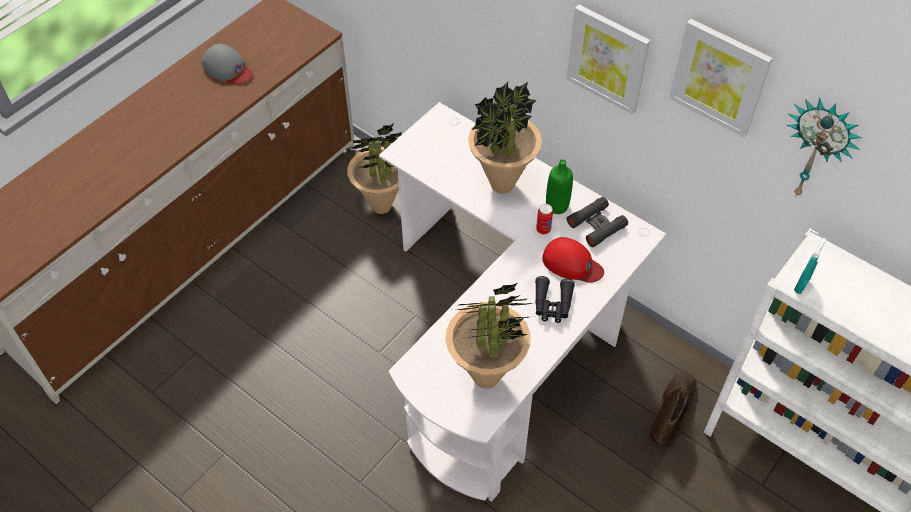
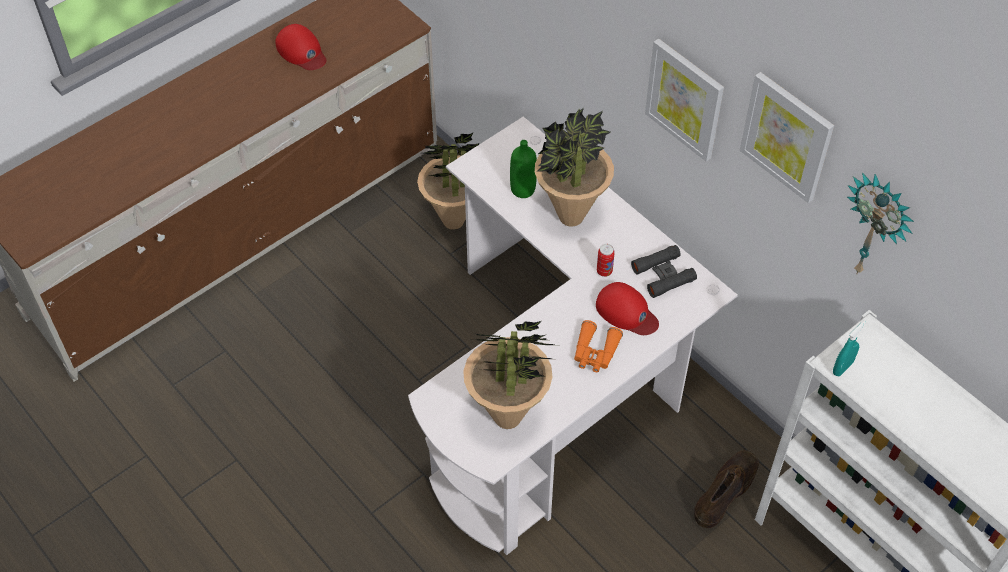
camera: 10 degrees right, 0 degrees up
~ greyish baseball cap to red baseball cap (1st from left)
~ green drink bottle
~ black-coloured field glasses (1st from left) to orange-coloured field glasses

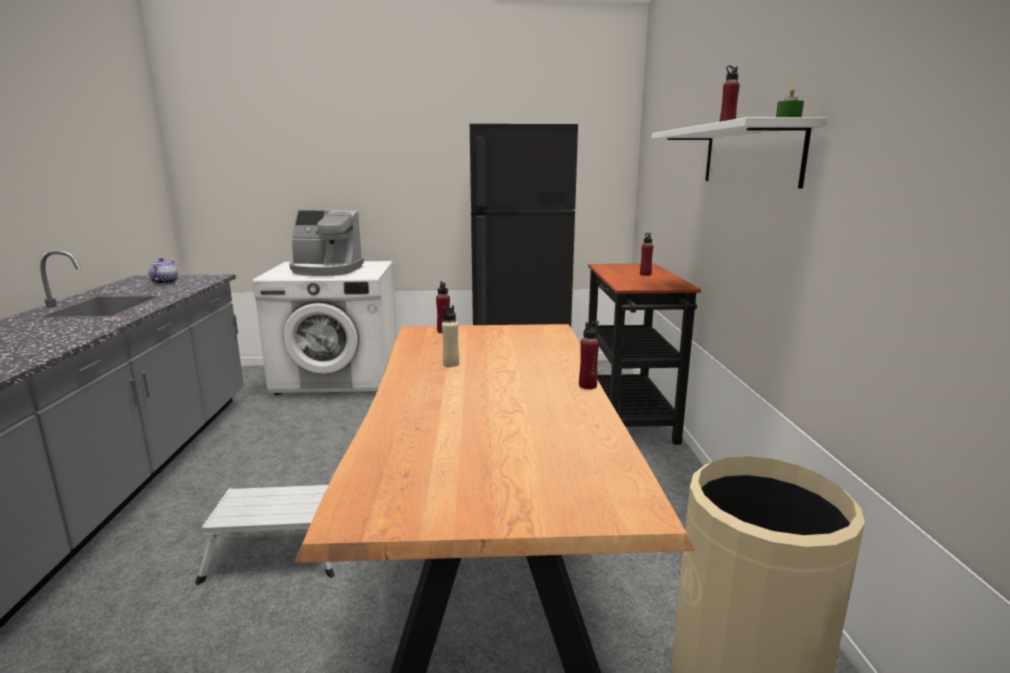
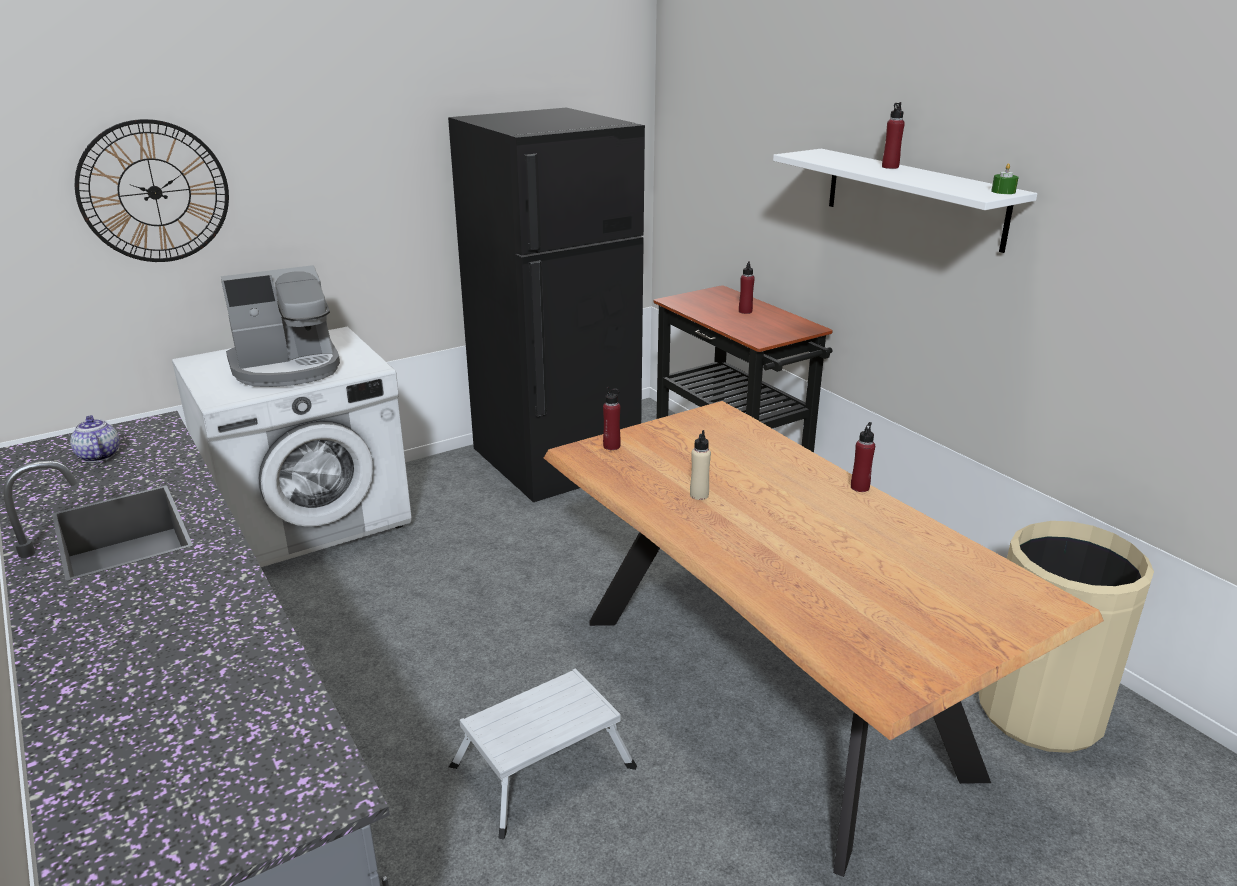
camera: 30 degrees left, 10 degrees up
+ clock on the wall

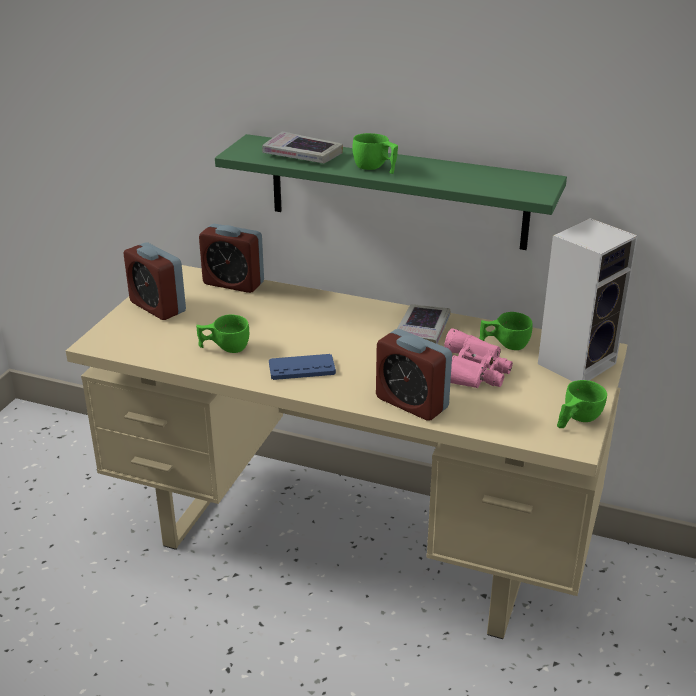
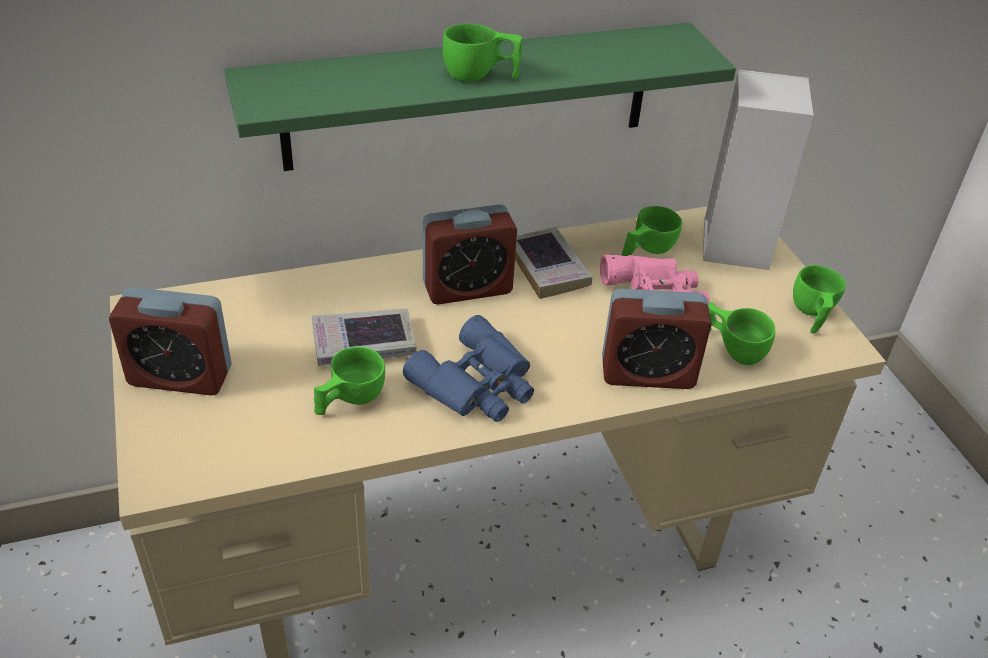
camera: 40 degrees left, 10 degrees up
~ book (1st from left)
~ bedside clock (2nd from left)
~ blue gamepad to blue field glasses
+ green cup (4th from left)

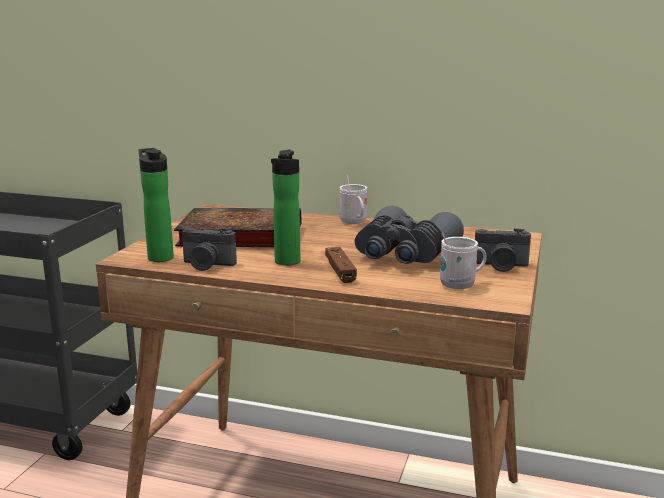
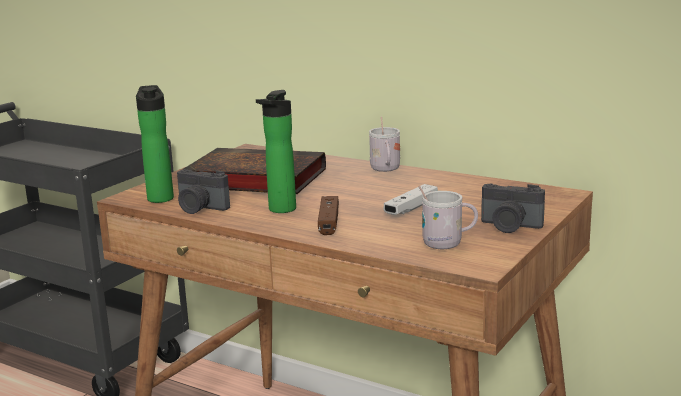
camera: 15 degrees right, 0 degrees up
~ greyish field glasses to whitish gamepad

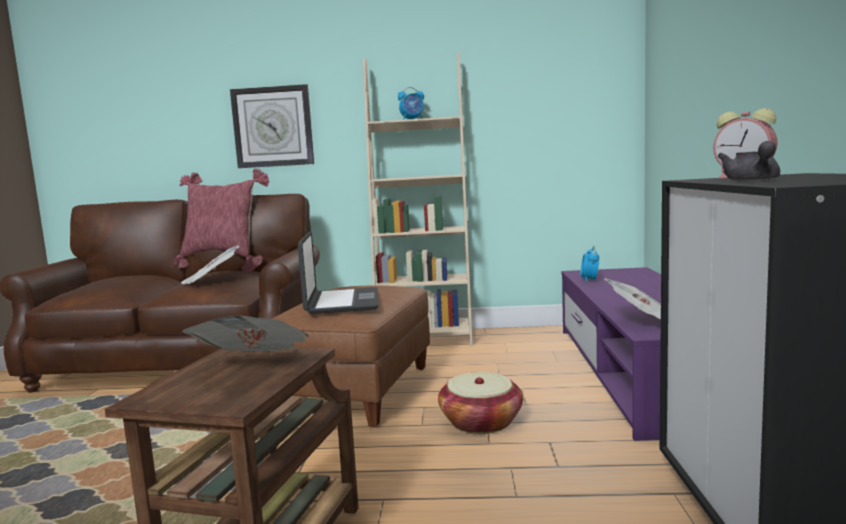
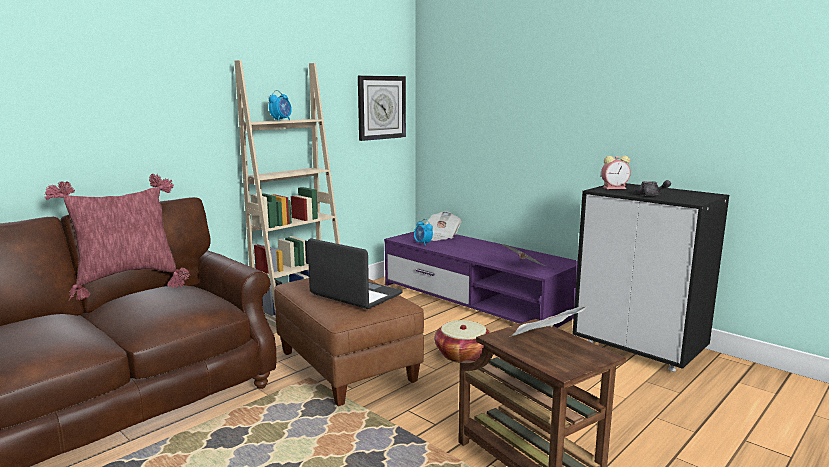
camera: 50 degrees left, 5 degrees up
~ clock on the wall
~ printed paper (1st from left)

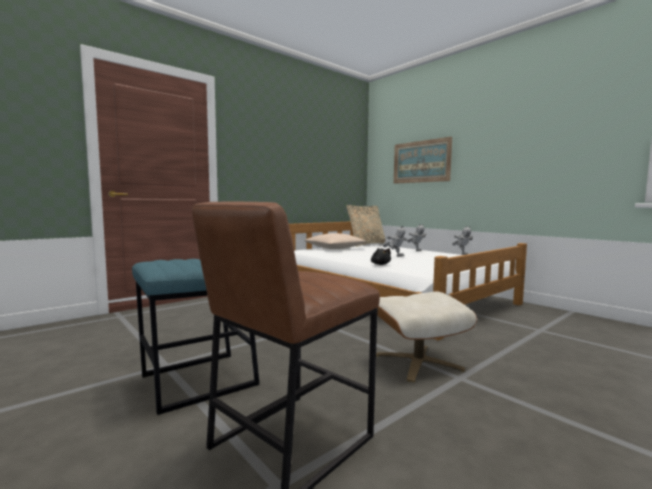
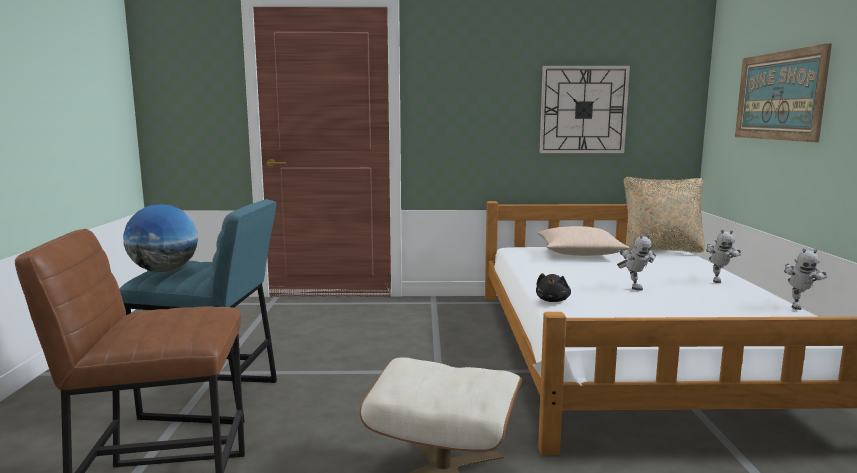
camera: 40 degrees right, 5 degrees up
+ clock on the wall
+ desk globe

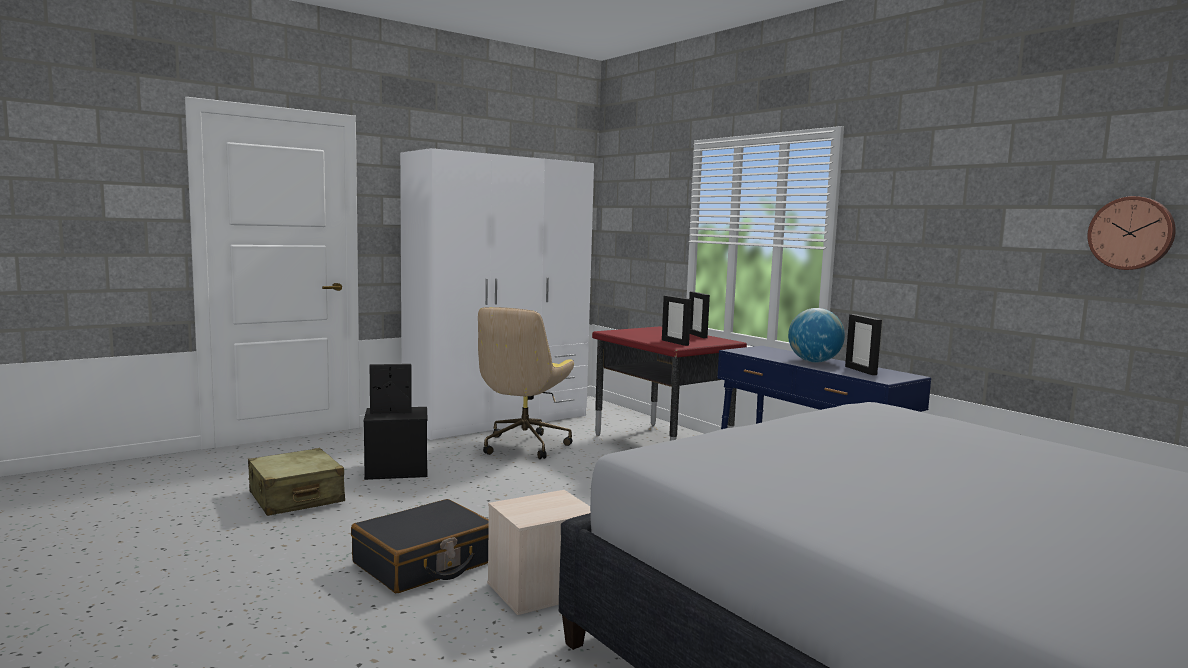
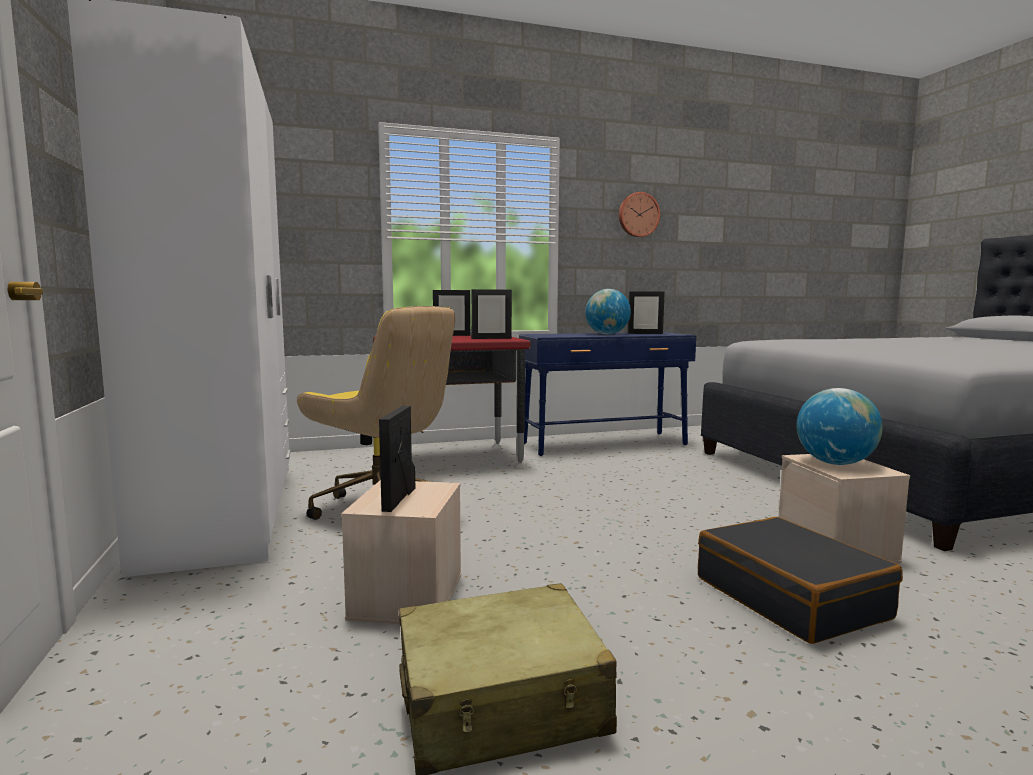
camera: 70 degrees left, 0 degrees up
~ clock on the wall
~ black-coloured storage box to beige-coloured storage box (1st from left)
+ desk globe (2nd from left)

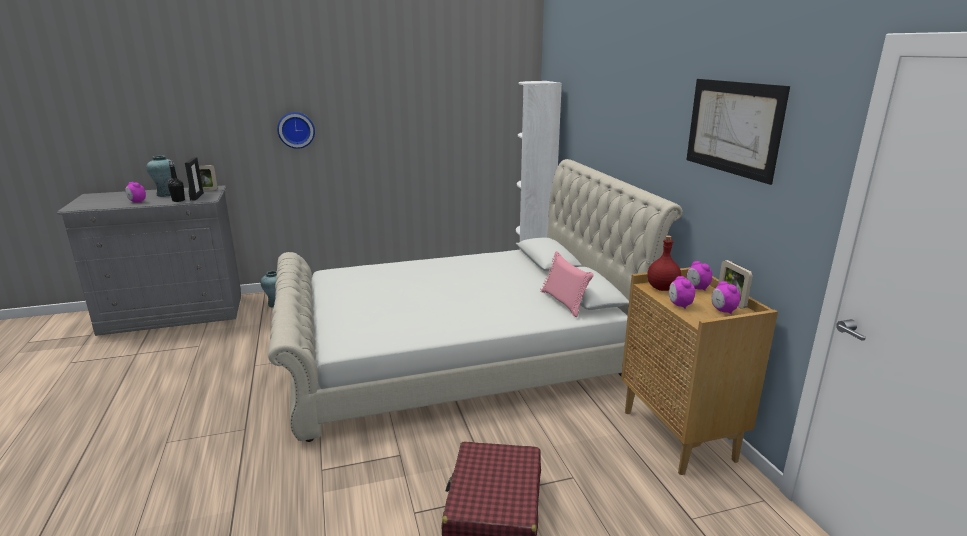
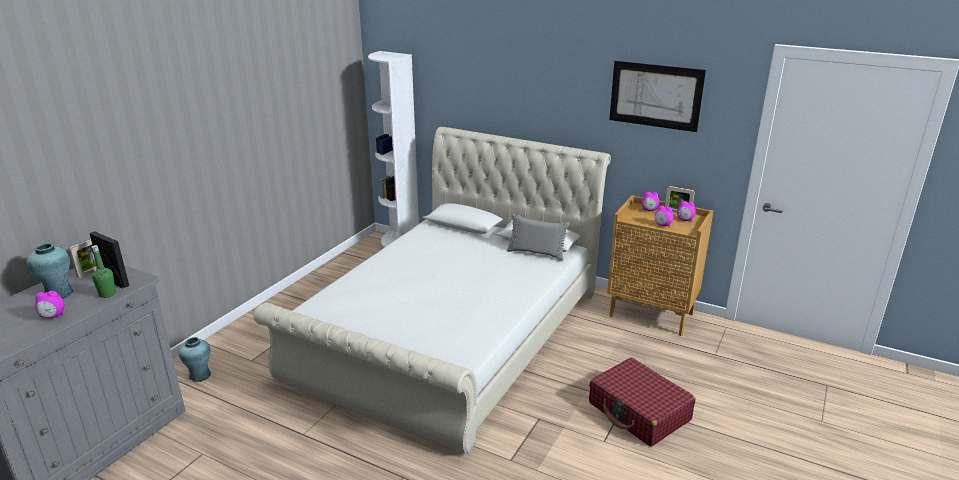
camera: 45 degrees left, 5 degrees up
- clock on the wall
~ black-coloured drink bottle to green drink bottle
- red drink bottle
~ pink pillow to greyish pillow

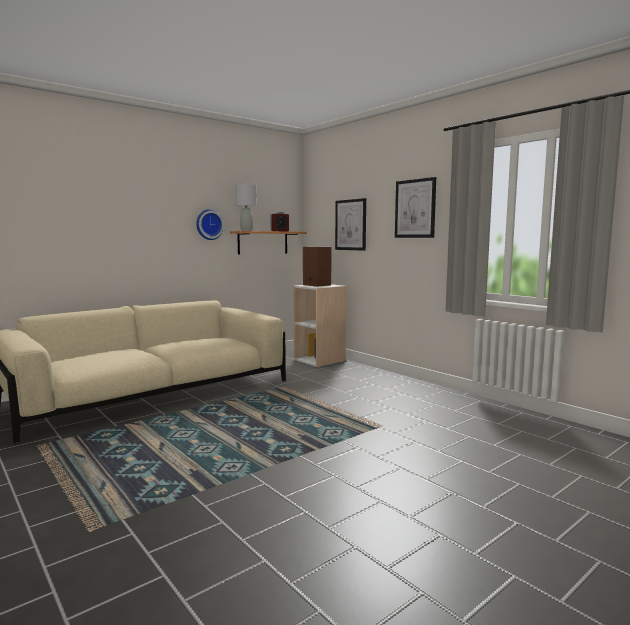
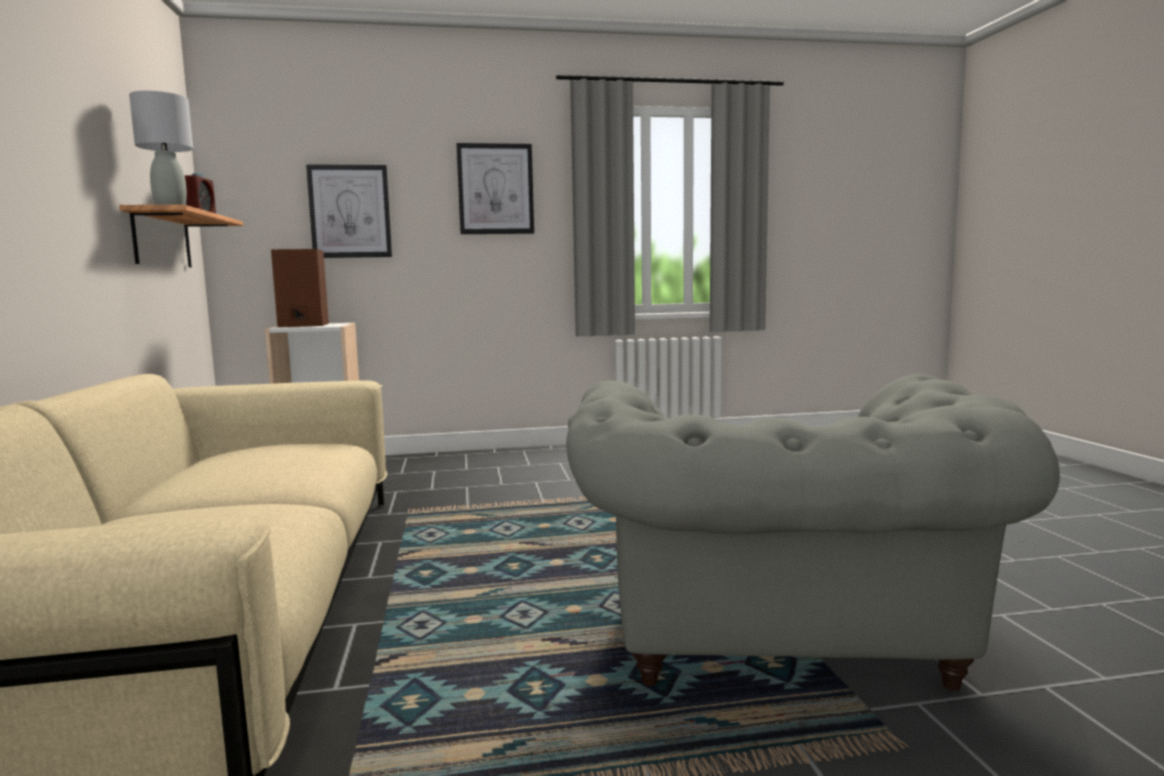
camera: 60 degrees left, 0 degrees up
- clock on the wall
+ greyish easy chair

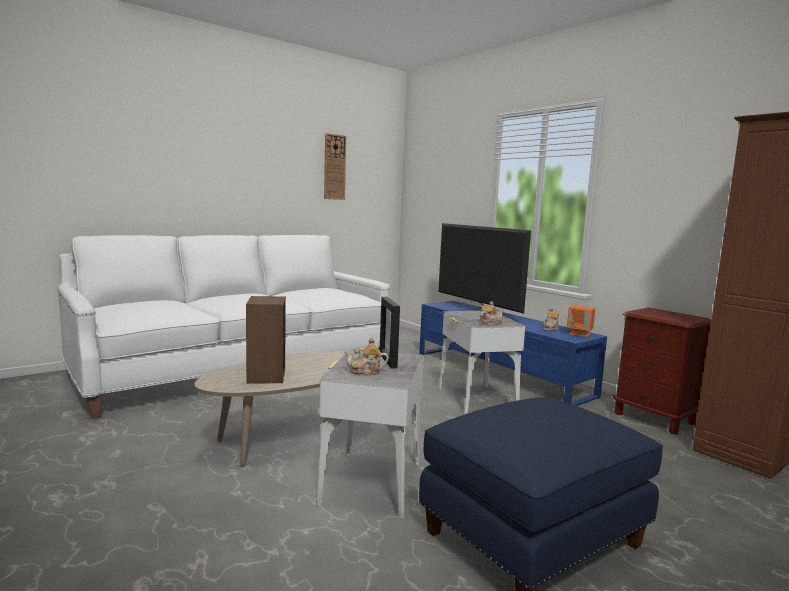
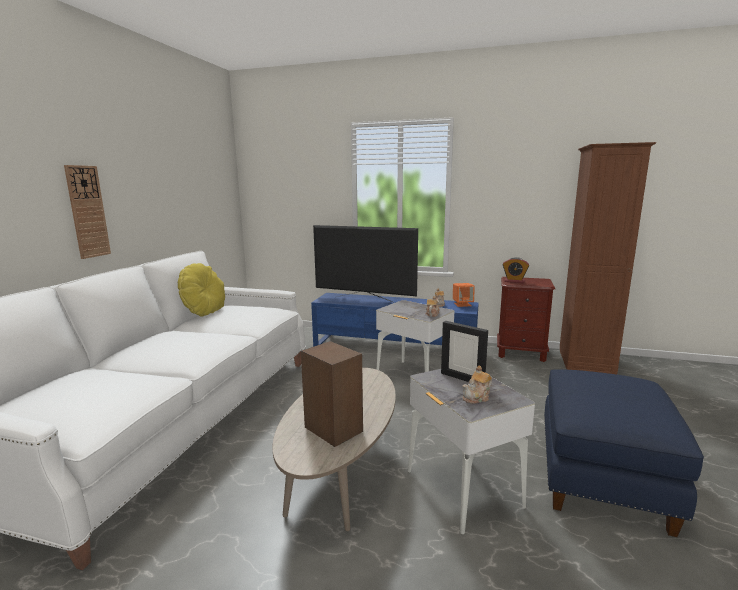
camera: 35 degrees left, 5 degrees up
~ clock on the wall
+ bedside clock
+ yellow pillow

